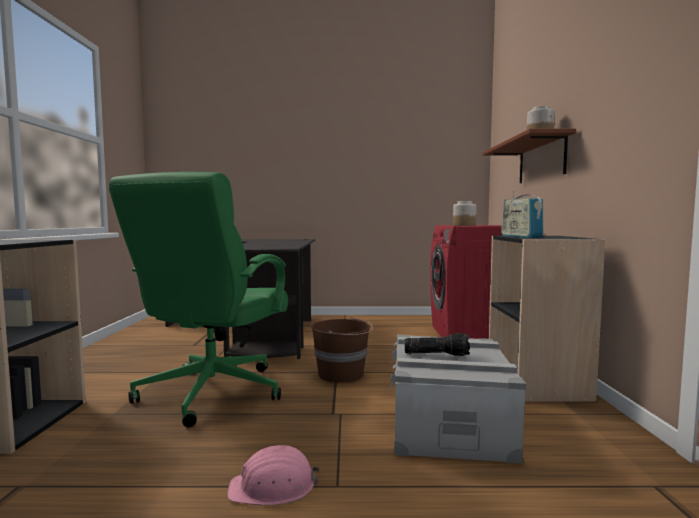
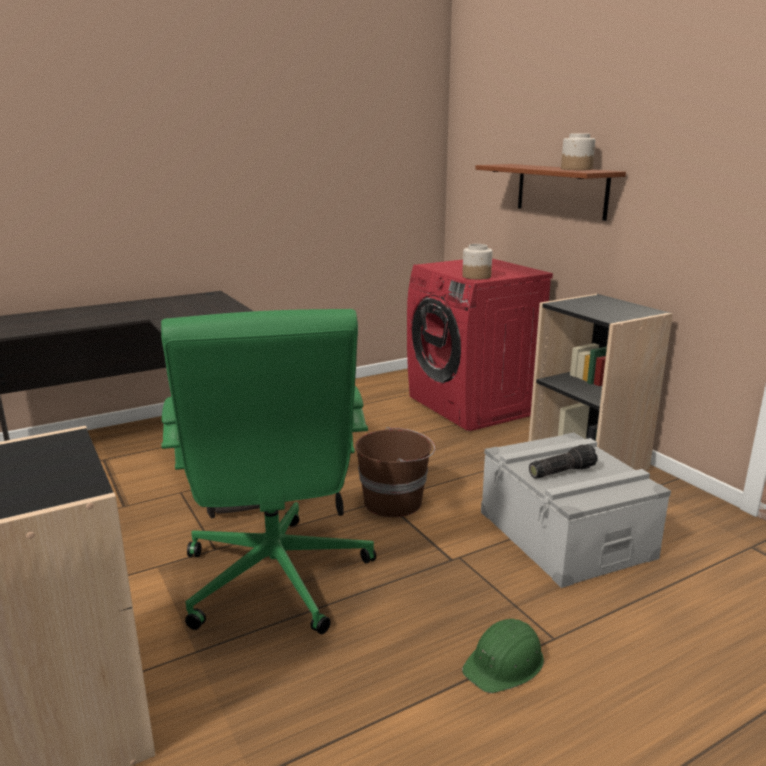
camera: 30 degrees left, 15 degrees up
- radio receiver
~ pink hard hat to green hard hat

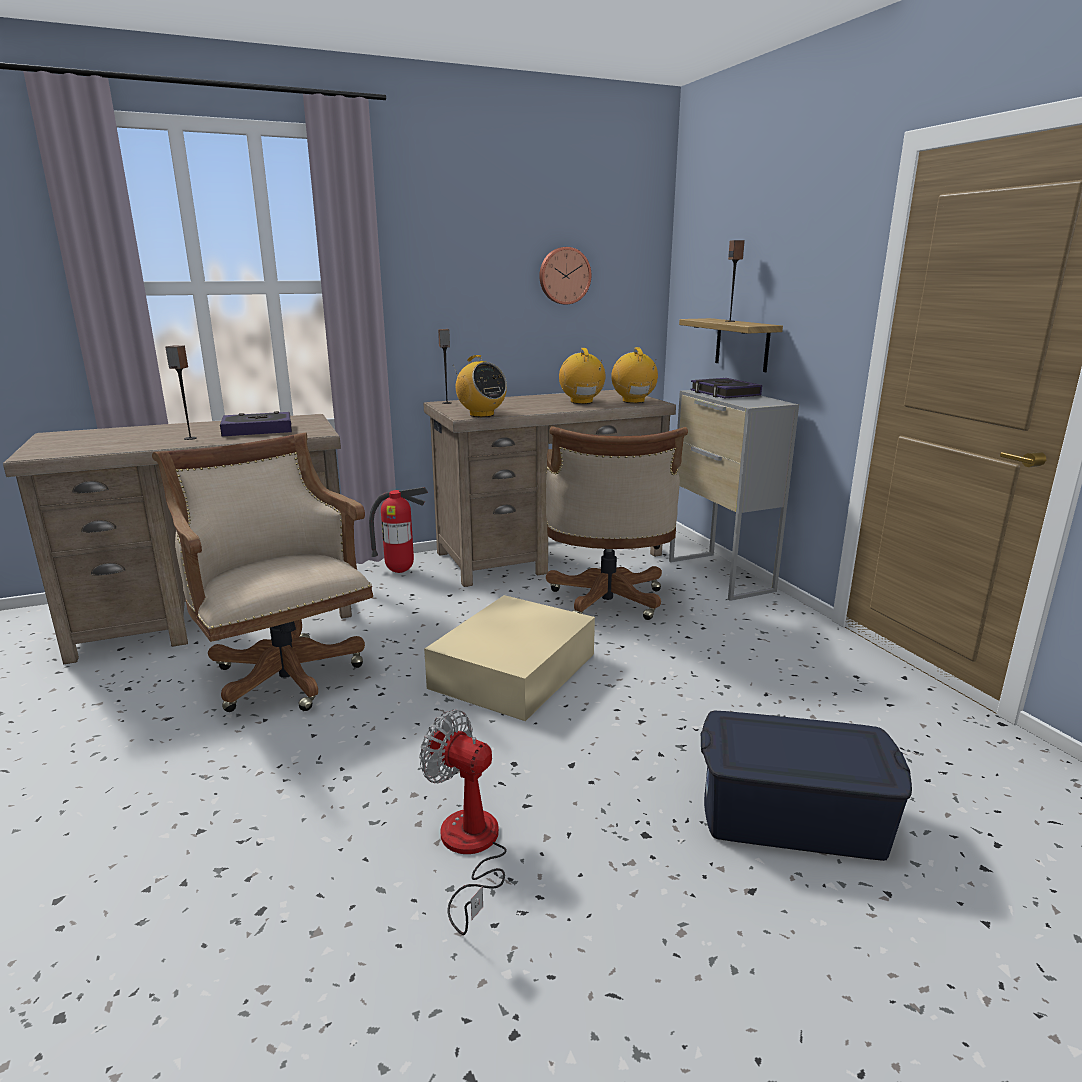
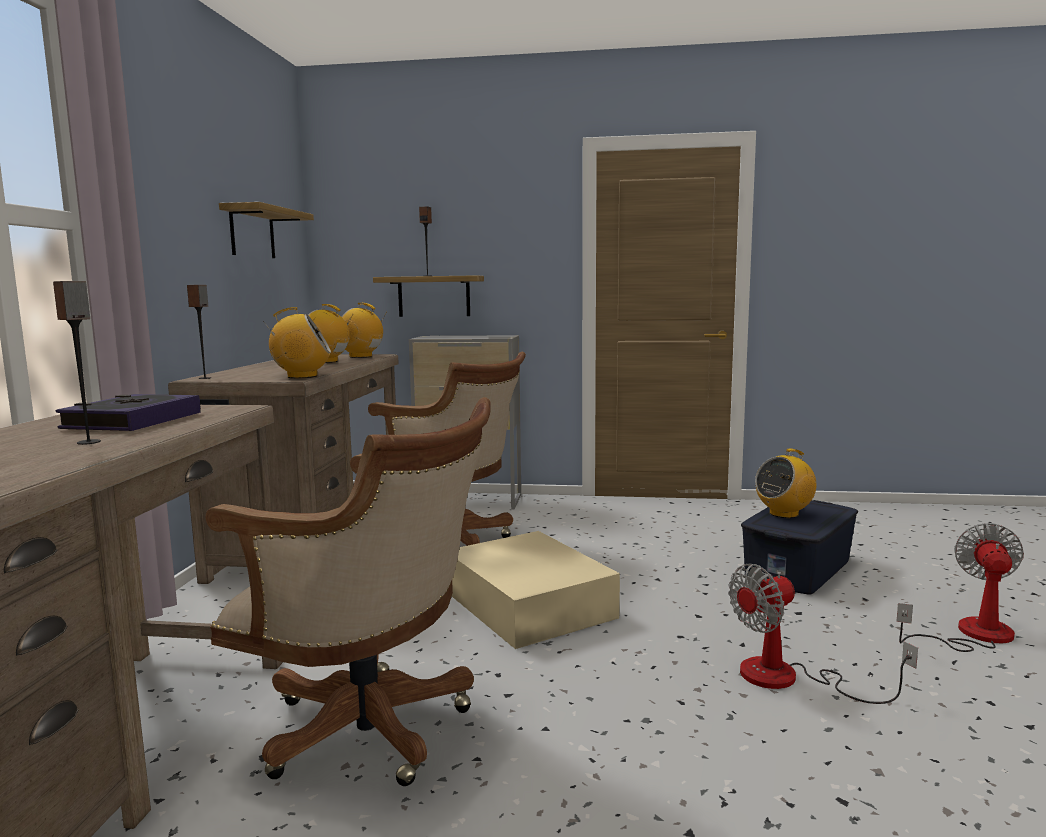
camera: 60 degrees left, 10 degrees down
~ clock on the wall to shelf (1st from left)
- book (2nd from left)
~ desk chair (1st from left) 150 degrees counterclockwise
- fire extinguisher
+ radio receiver (4th from left)
+ fan (2nd from left)

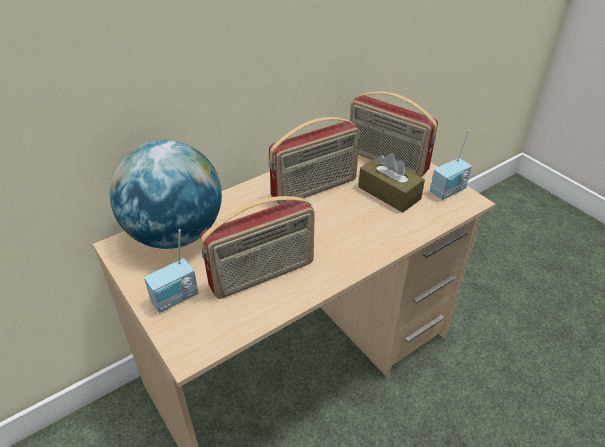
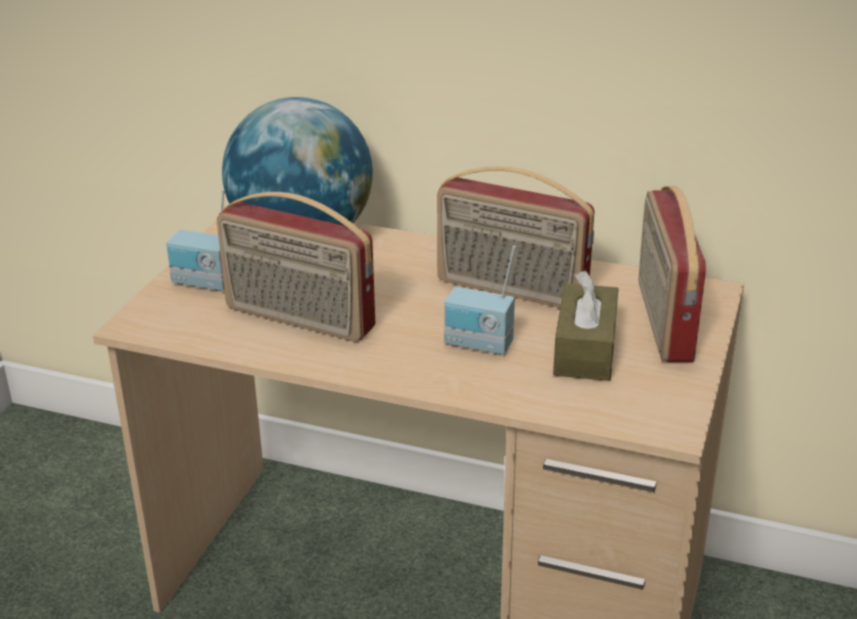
camera: 55 degrees right, 10 degrees down
~ radio receiver (5th from left in the first image) to radio receiver (3rd from left)

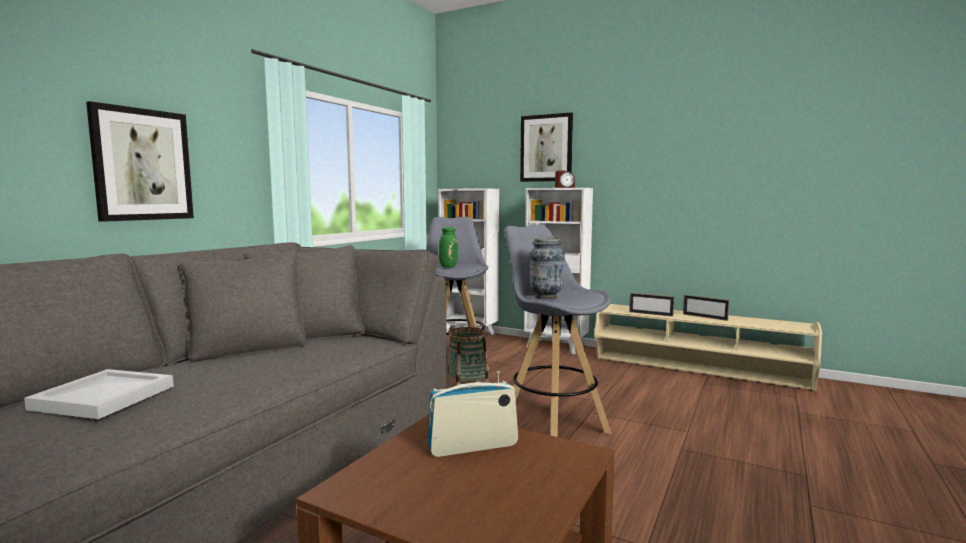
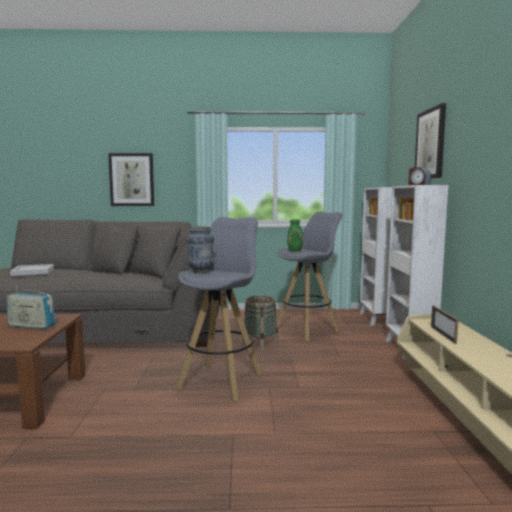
camera: 60 degrees right, 0 degrees up
- picture frame (2nd from left)
~ radio receiver 150 degrees clockwise

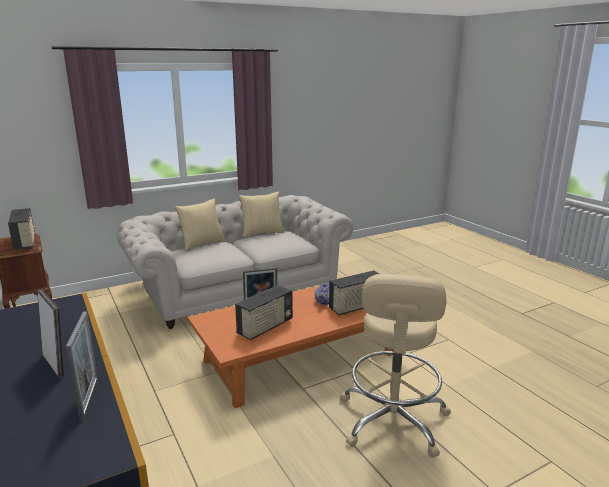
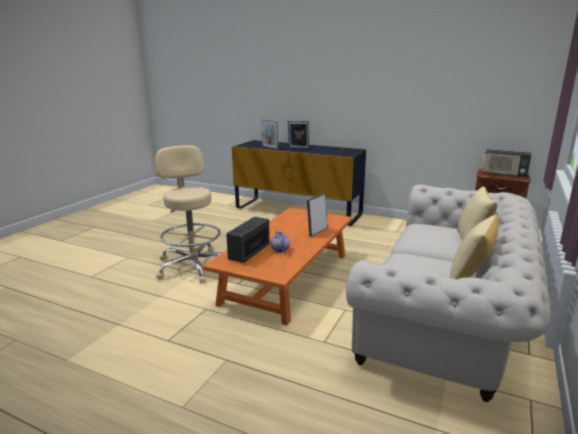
camera: 145 degrees right, 0 degrees up
- radio receiver (2nd from left)

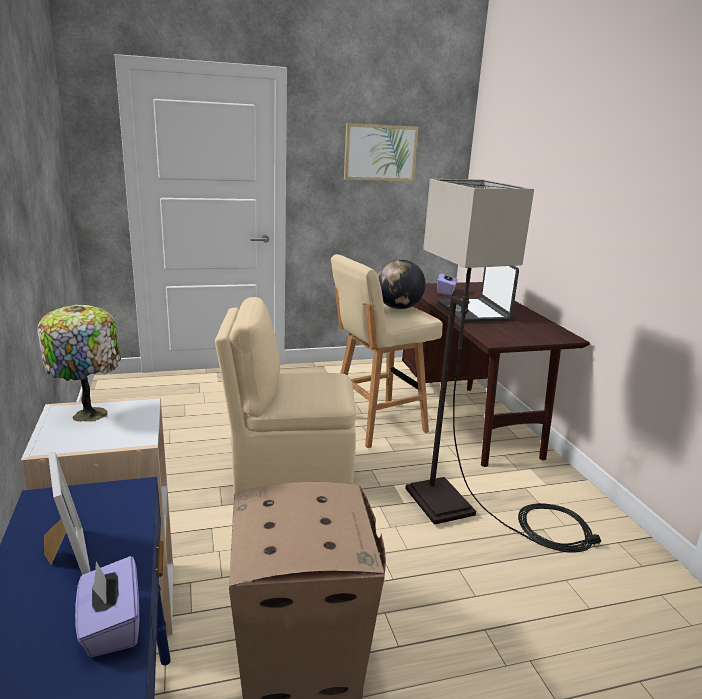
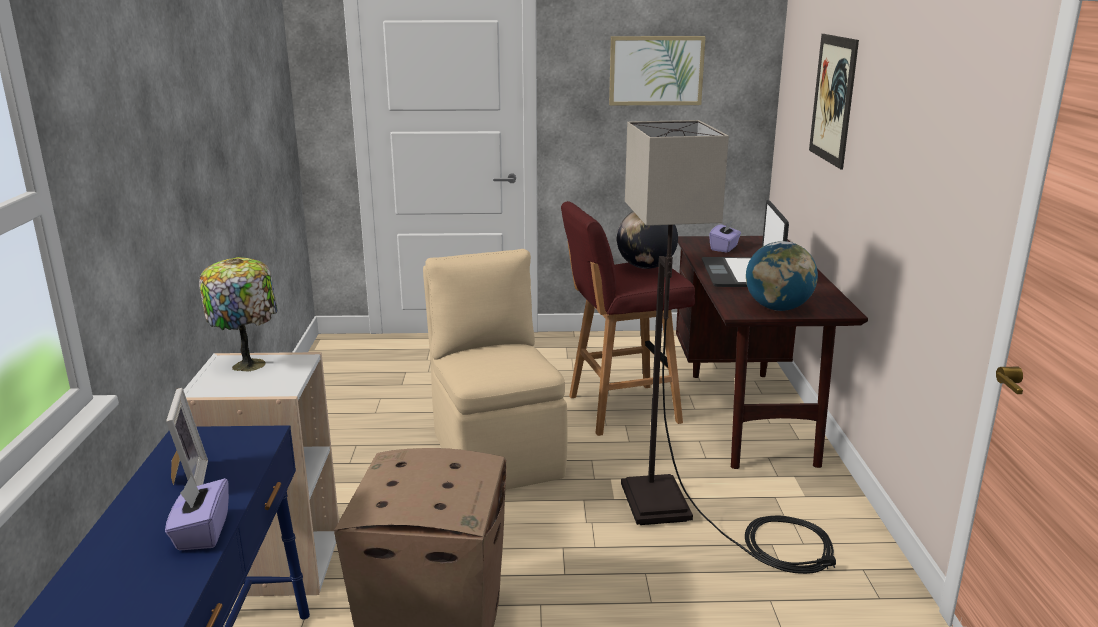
camera: 15 degrees right, 0 degrees up
~ beige-coloured stool seat to red stool seat
~ beige-coloured plain chair 60 degrees clockwise
+ wall picture (2nd from left)
+ desk globe (2nd from left)

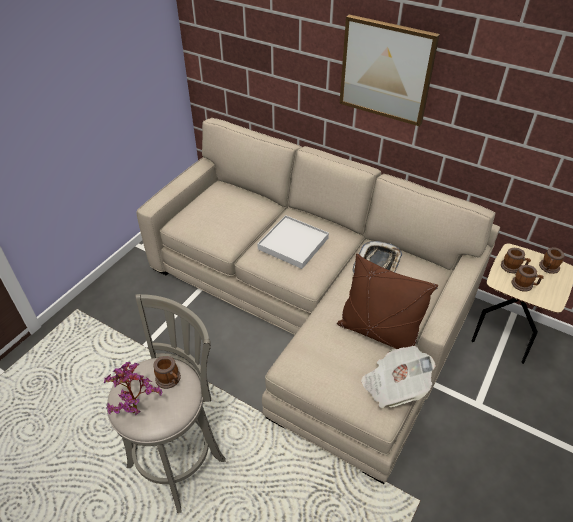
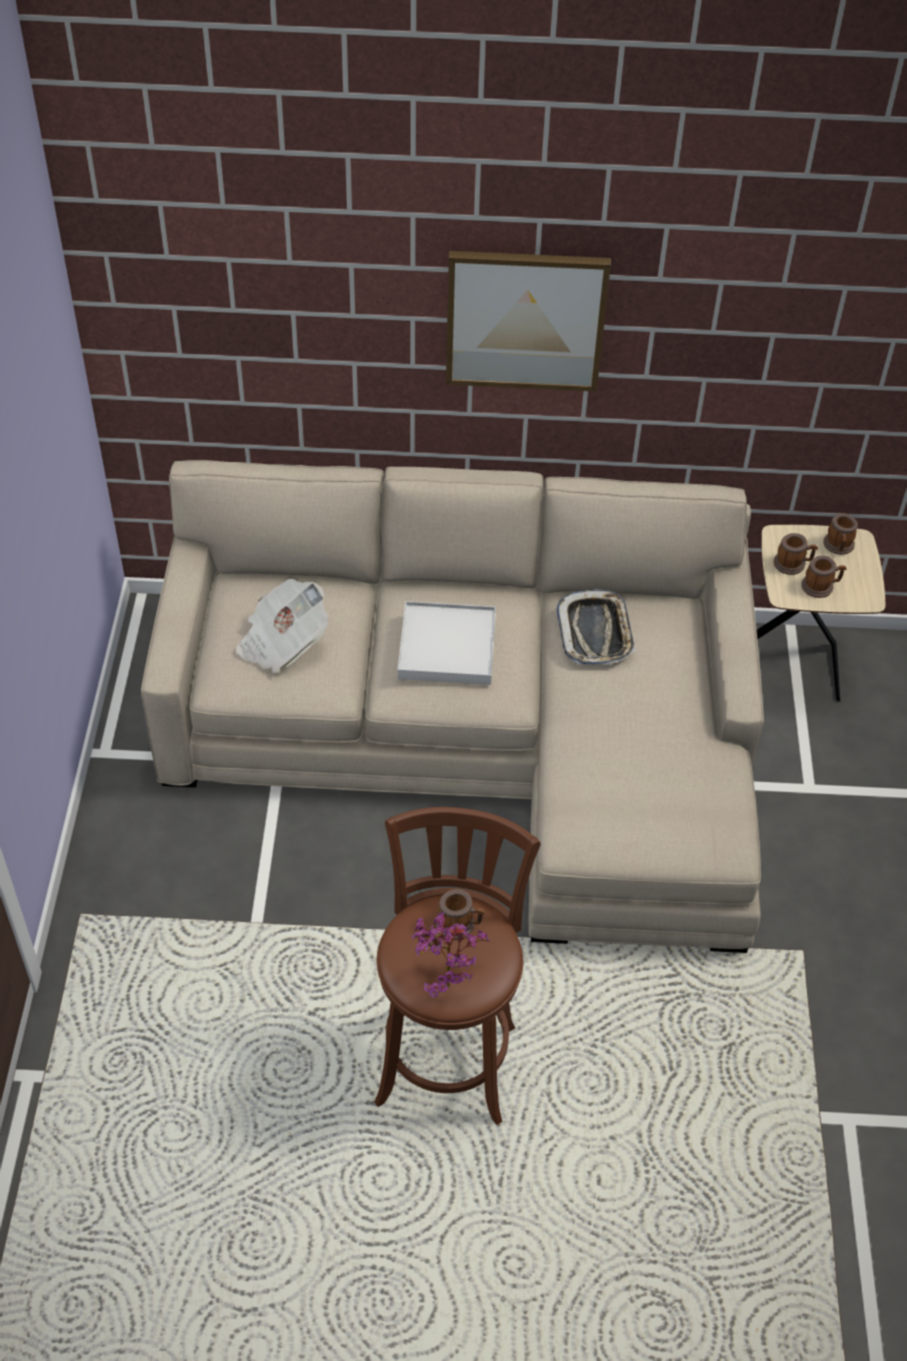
camera: 30 degrees left, 5 degrees up
- brown-coloured pillow
~ greyish stool seat to brown-coloured stool seat
~ printed paper

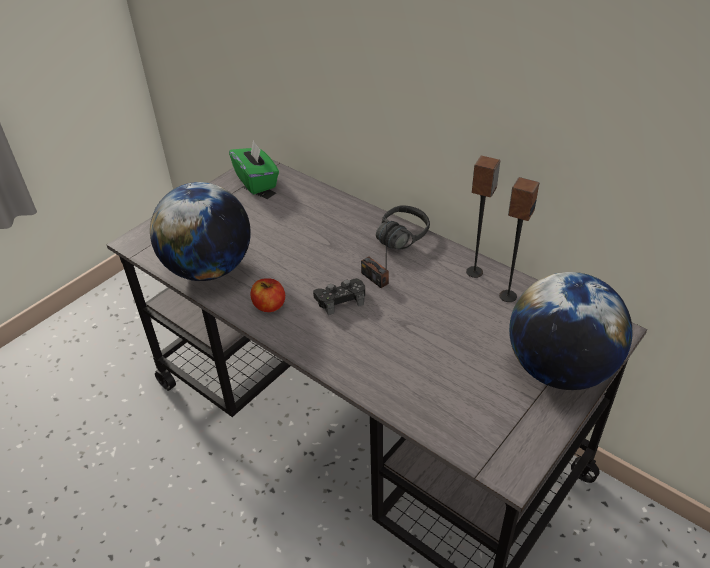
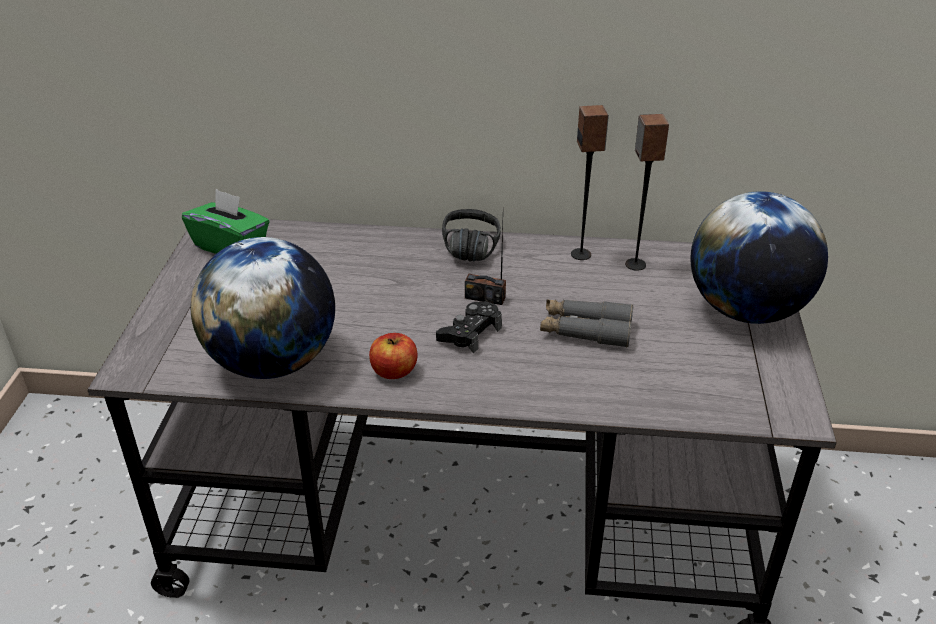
camera: 35 degrees left, 5 degrees down
+ greyish field glasses

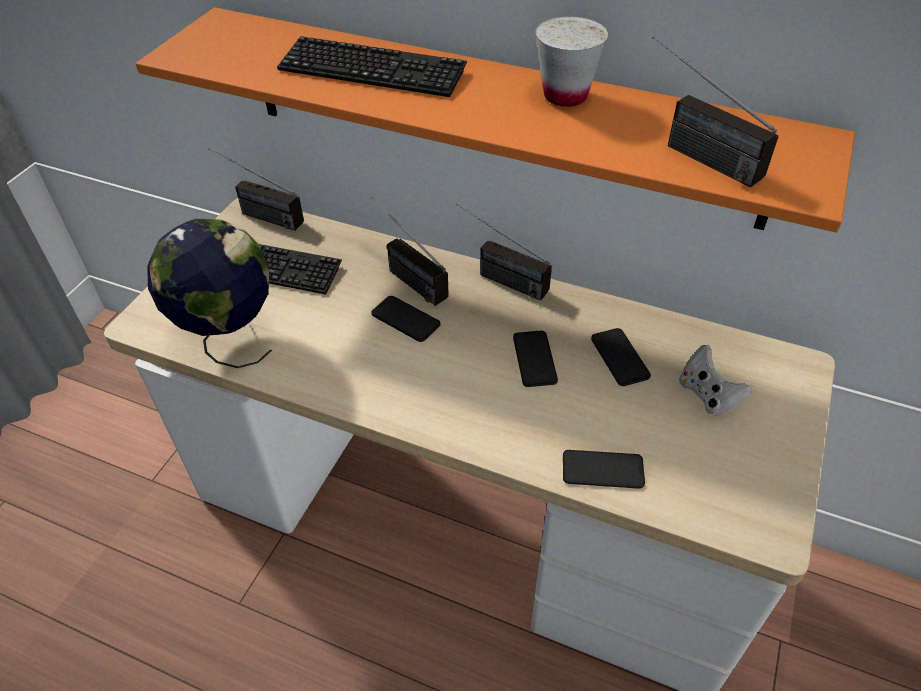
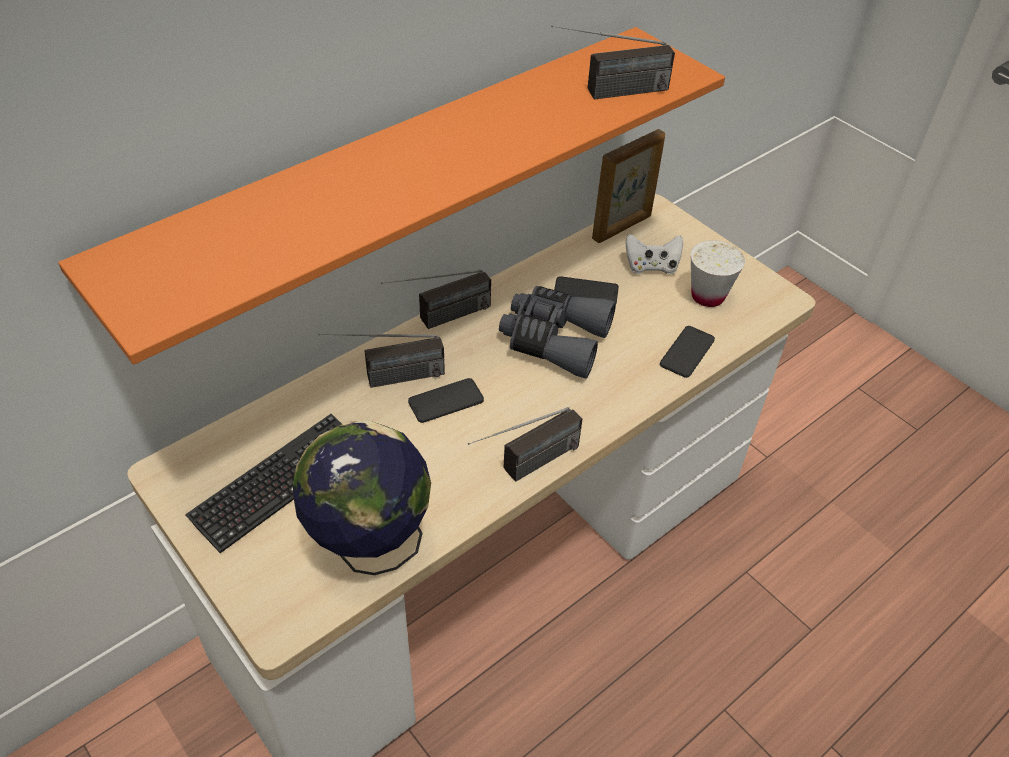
camera: 65 degrees left, 0 degrees up
~ whitish cup
- PC keyboard (2nd from left)
~ radio receiver (1st from left in the first image) to radio receiver (3rd from left)
~ phone (2nd from left) to greyish field glasses
+ picture frame

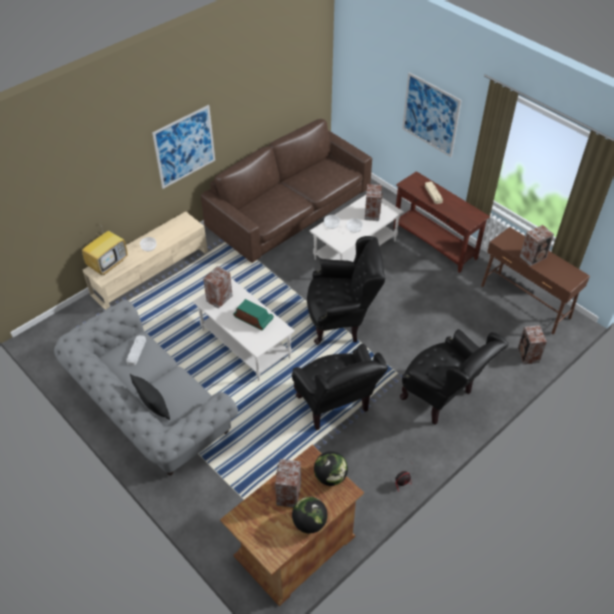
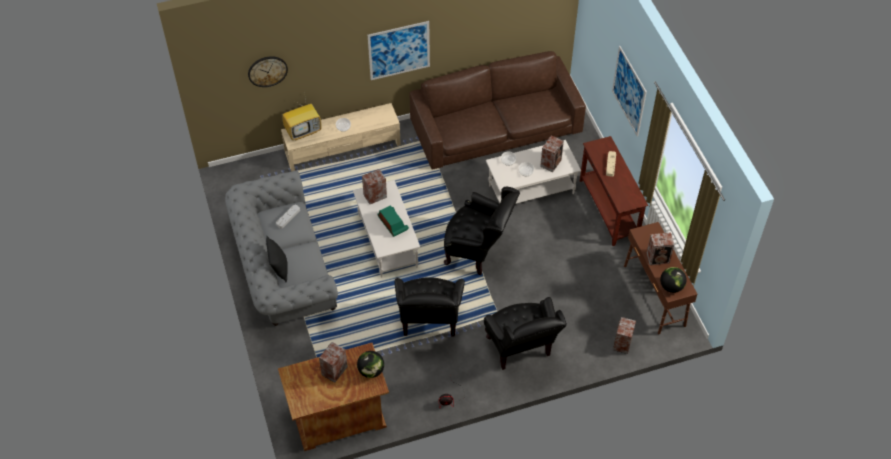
camera: 25 degrees right, 5 degrees up
~ desk globe (1st from left in the first image) to desk globe (2nd from left)
+ clock on the wall

